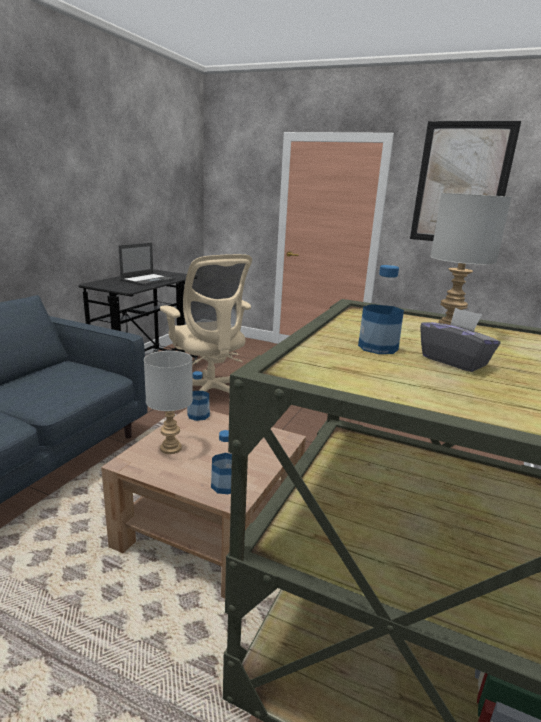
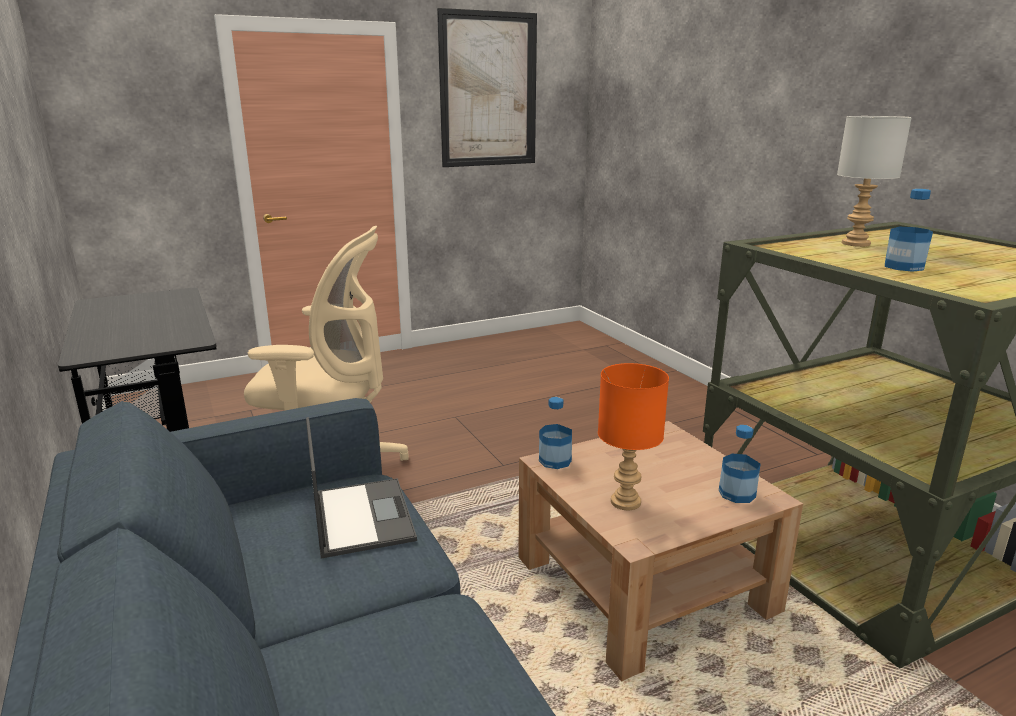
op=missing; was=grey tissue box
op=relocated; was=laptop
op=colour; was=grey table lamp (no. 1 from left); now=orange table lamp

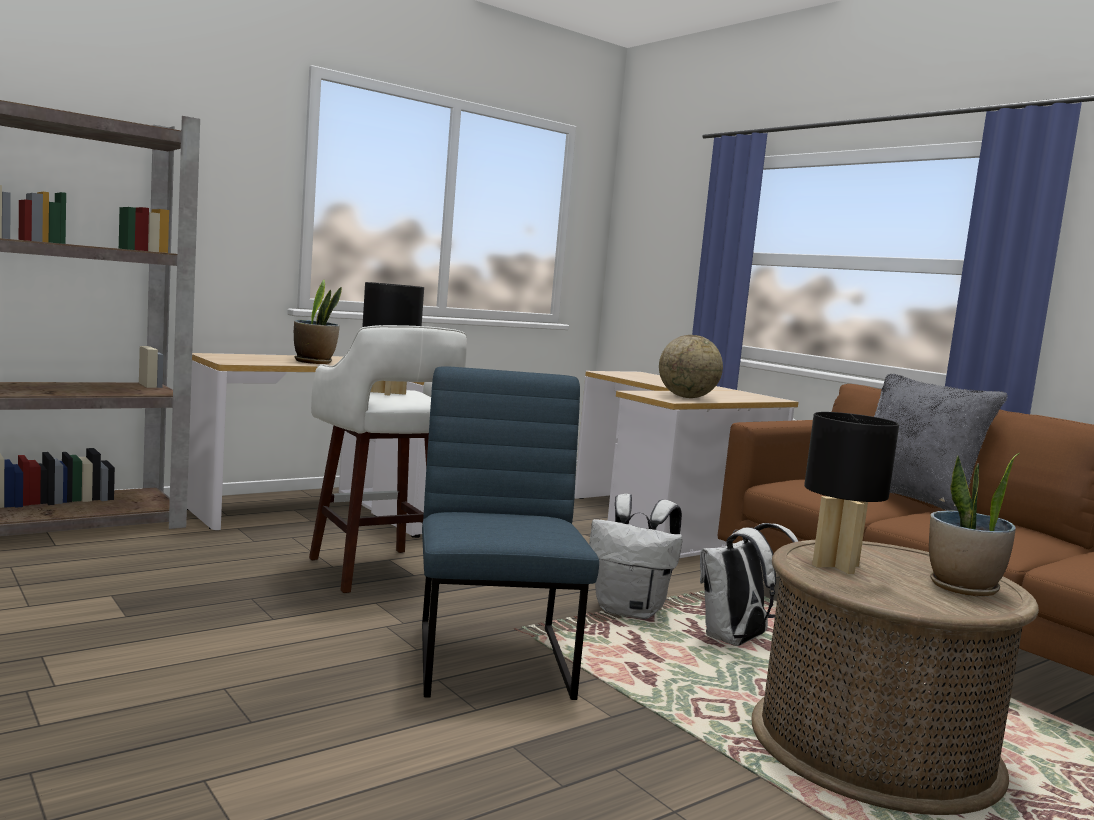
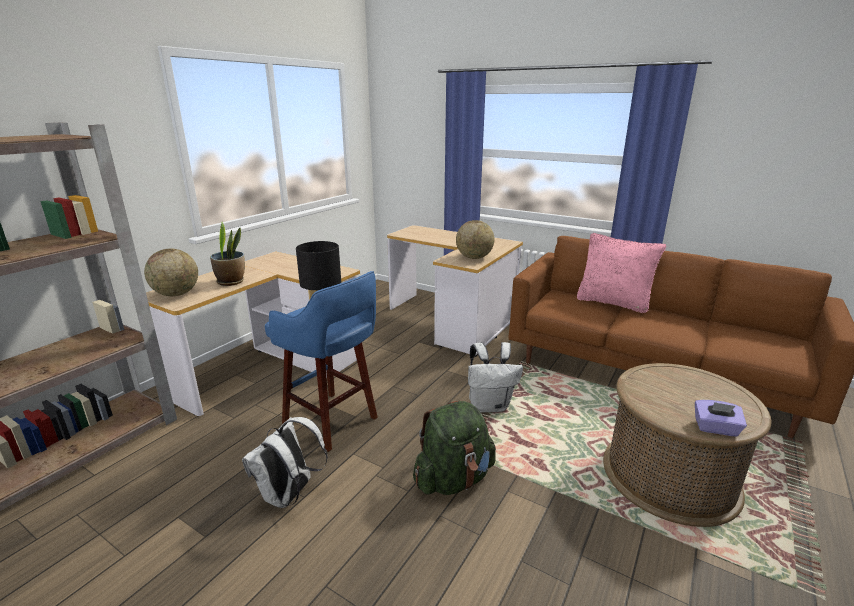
op=missing; was=black table lamp (no. 2 from left)
op=missing; was=potted plant (no. 2 from left)
op=appeared; now=globe (no. 1 from left)
op=appeared; now=purple tissue box
op=relocated; was=white backpack (no. 2 from left in the first image); now=white backpack (no. 1 from left)
op=exchanged; was=blue chair; now=green backpack
op=colour; was=white stool; now=blue stool
op=colour; was=grey pillow; now=pink pillow

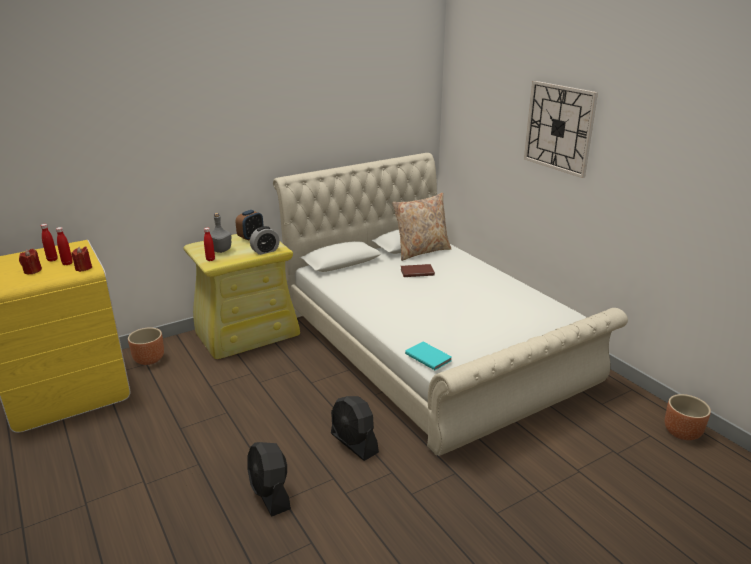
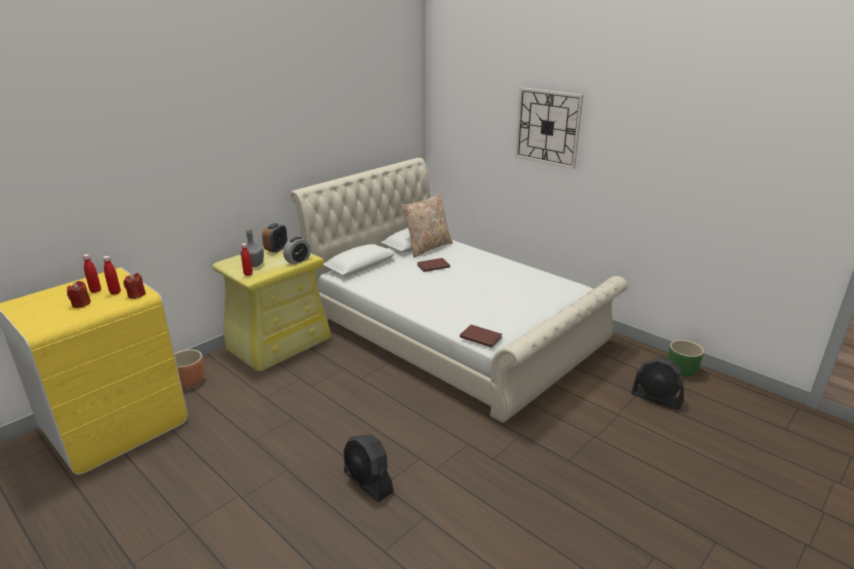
op=relocated; was=black fan (no. 2 from left)
op=colour; was=turquoise book; now=brown book (no. 2 from left)
op=colour; was=brown planter (no. 2 from left); now=green planter

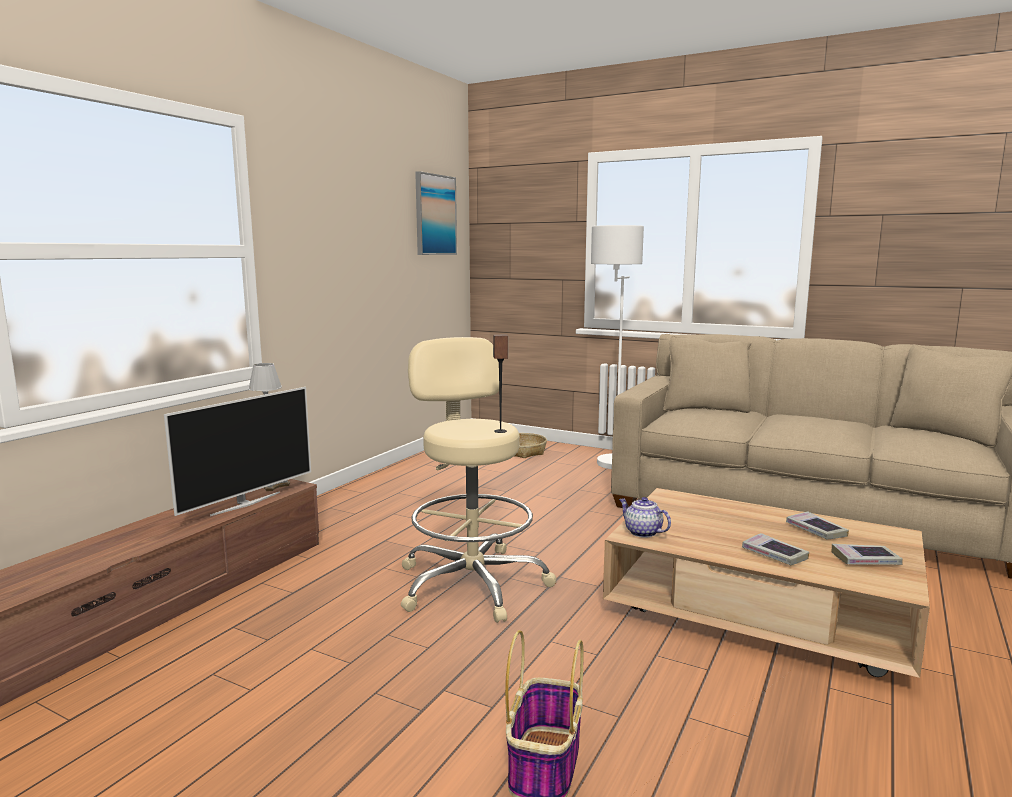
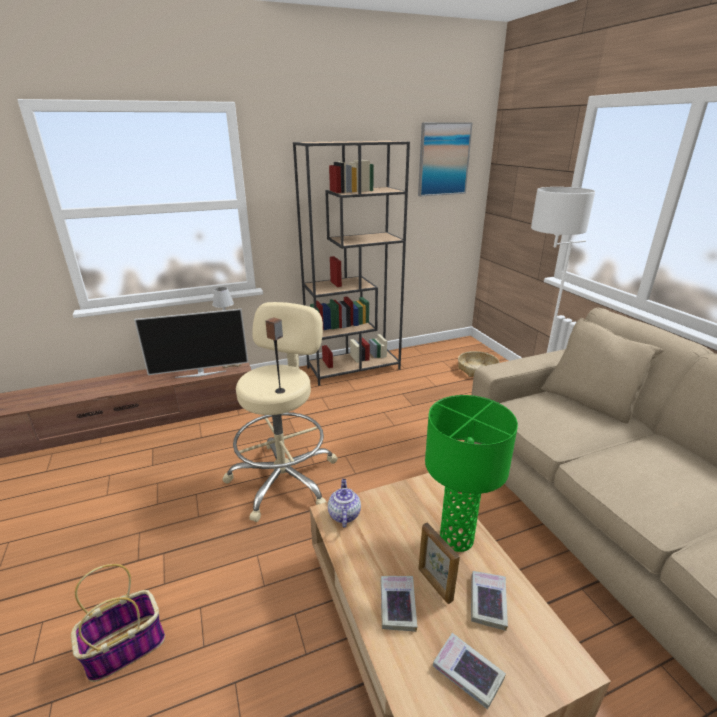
op=appeared; now=bookcase
op=appeared; now=picture frame
op=appeared; now=green table lamp

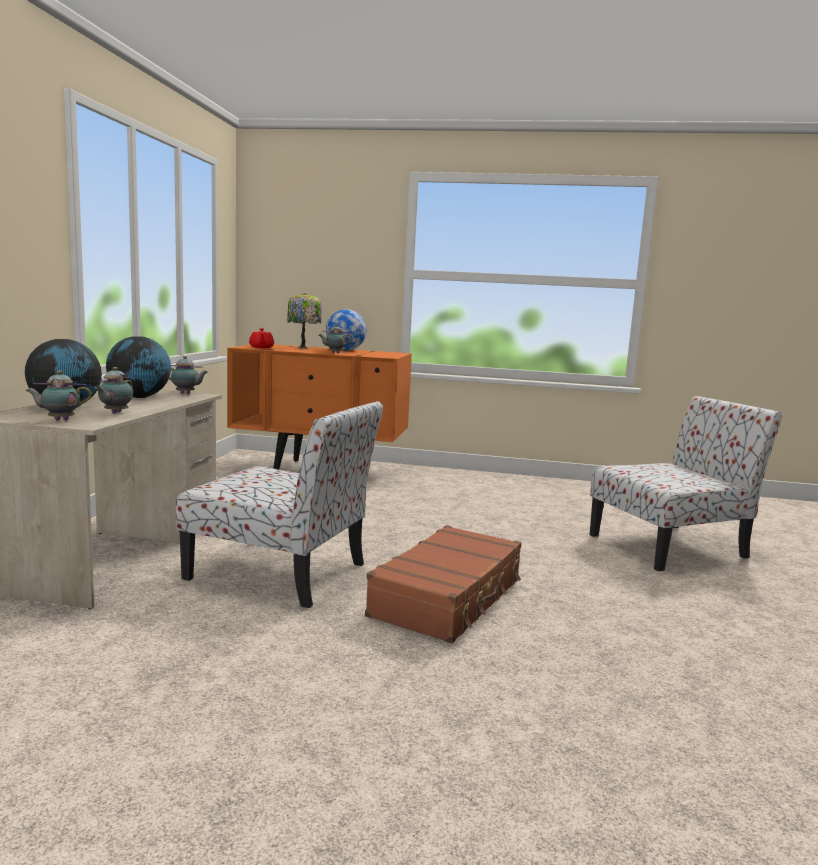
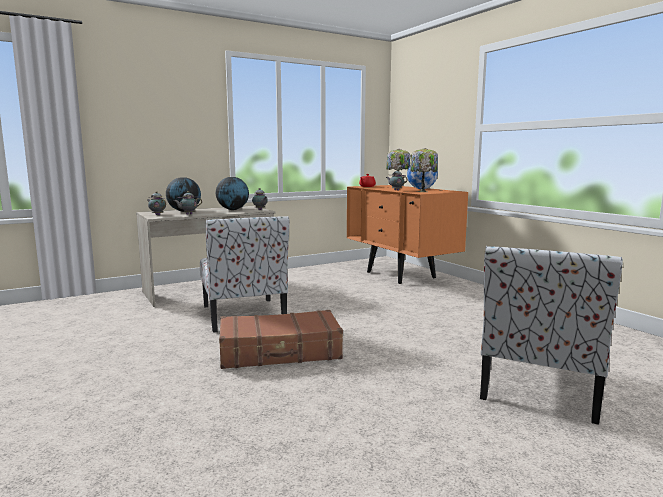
op=appeared; now=table lamp (no. 2 from left)
op=spun; was=chair (no. 2 from left); clockwise=90

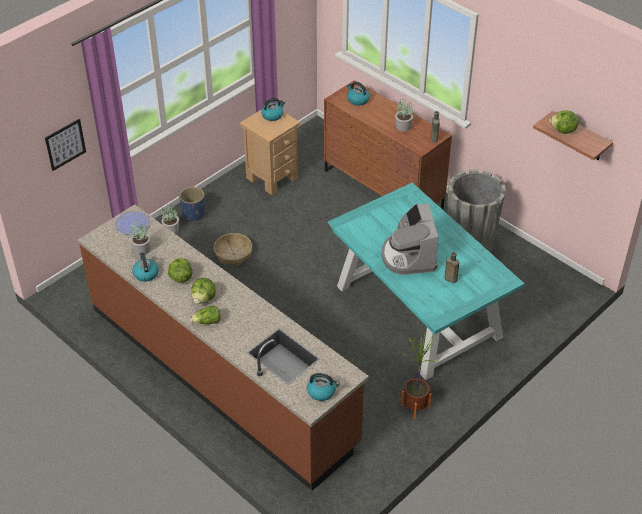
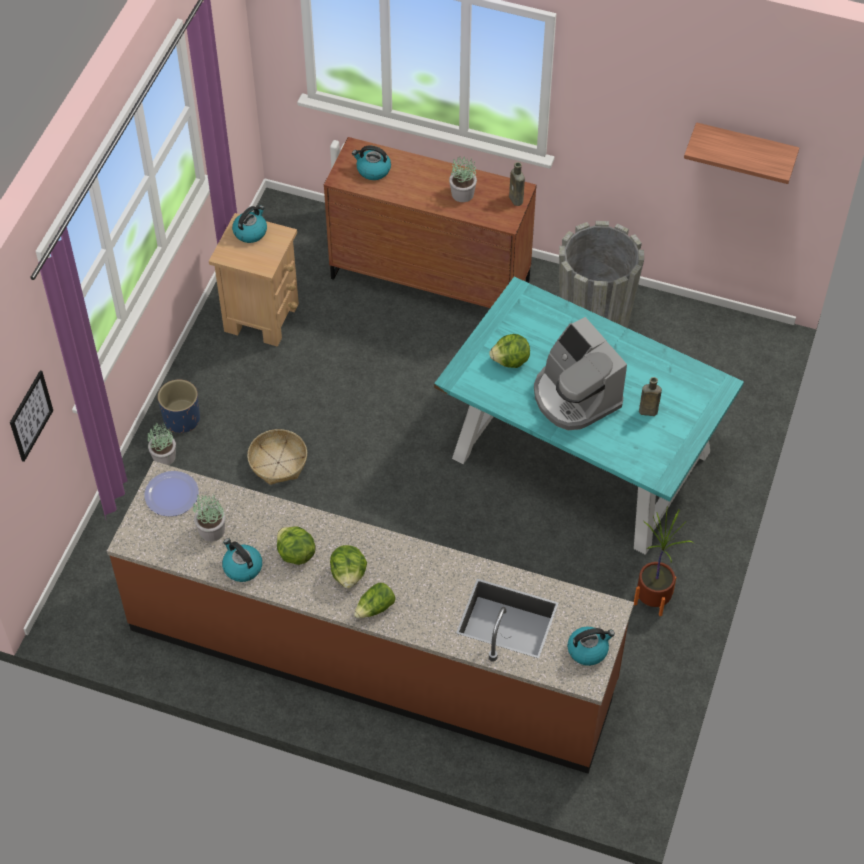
op=relocated; was=lettuce (no. 4 from left)

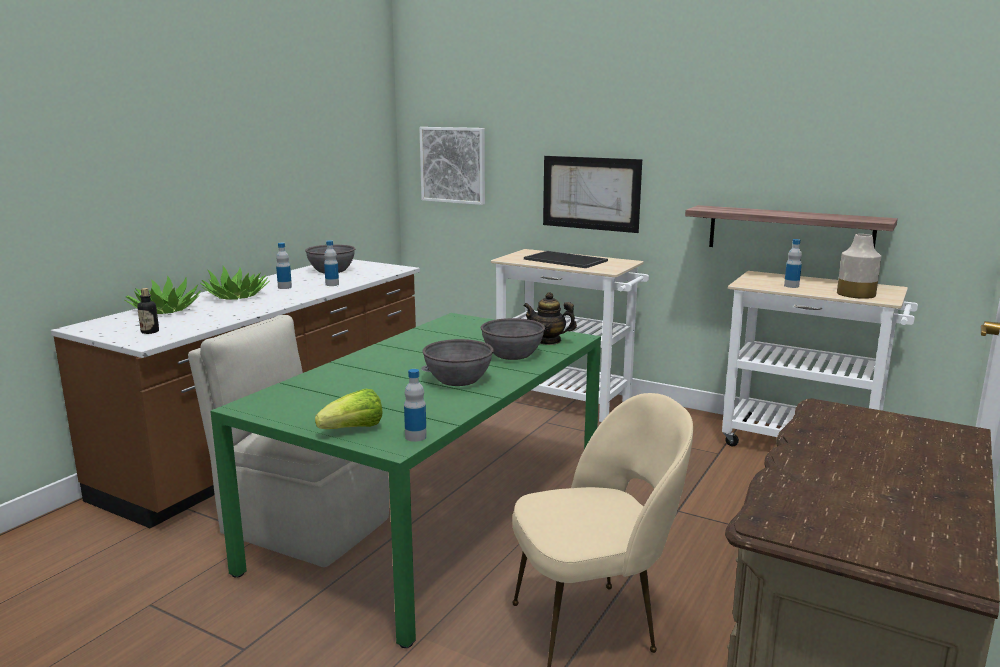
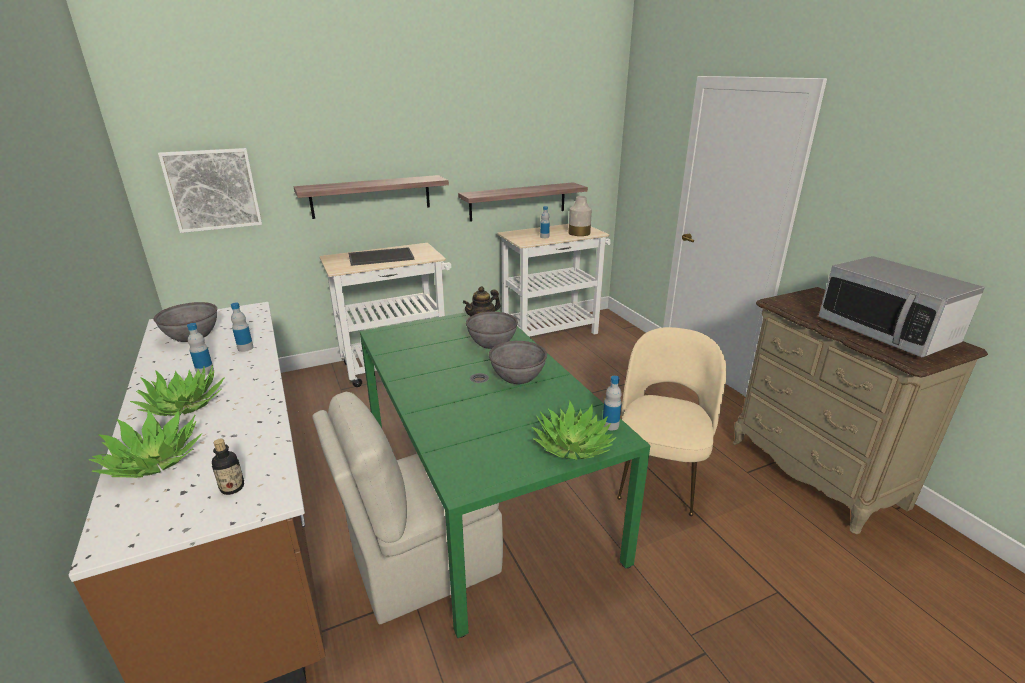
op=appeared; now=microwave
op=exchanged; was=lettuce; now=potted plant (no. 3 from left)
op=exchanged; was=picture (no. 2 from left); now=shelf (no. 1 from left)

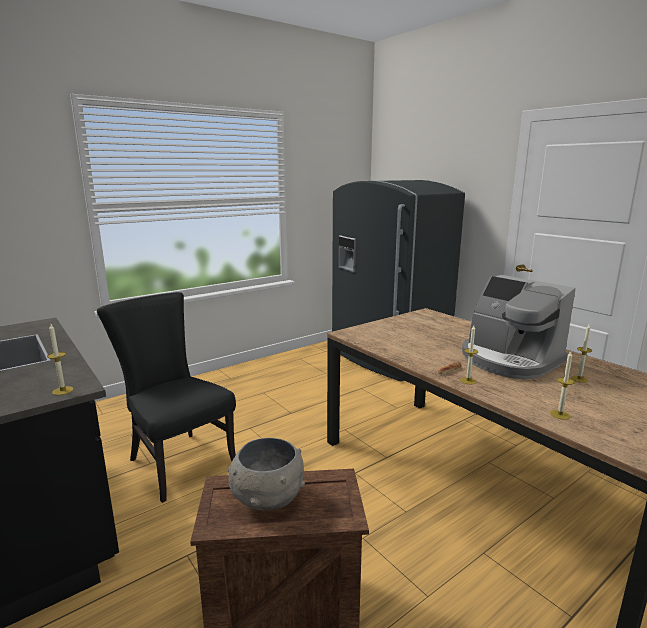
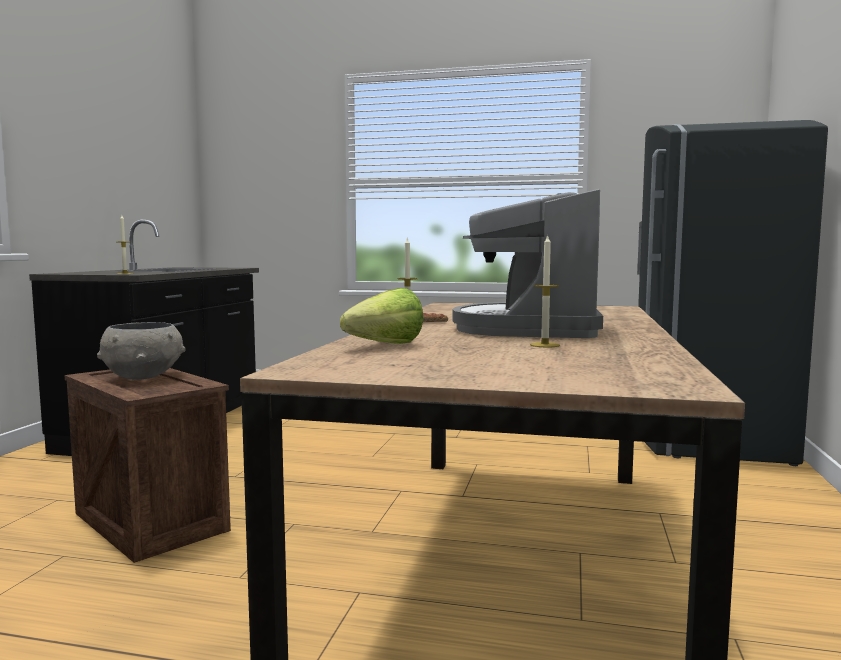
op=missing; was=black chair
op=exchanged; was=candle (no. 3 from left); now=lettuce

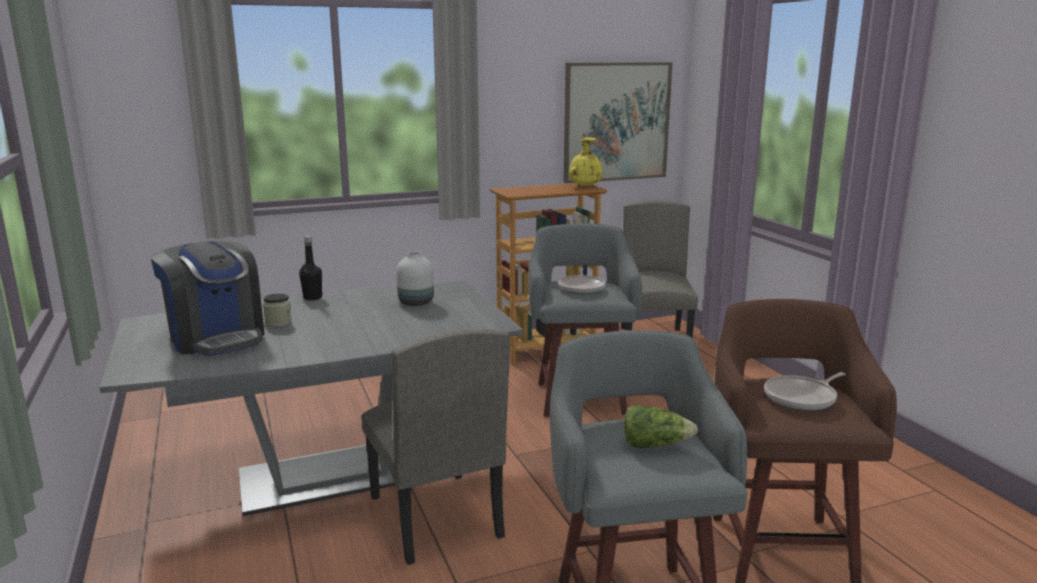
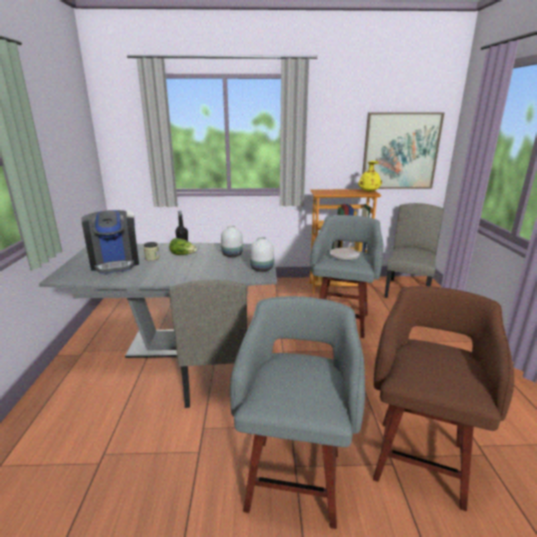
op=missing; was=frying pan (no. 2 from left)
op=appeared; now=white vase (no. 2 from left)
op=relocated; was=lettuce

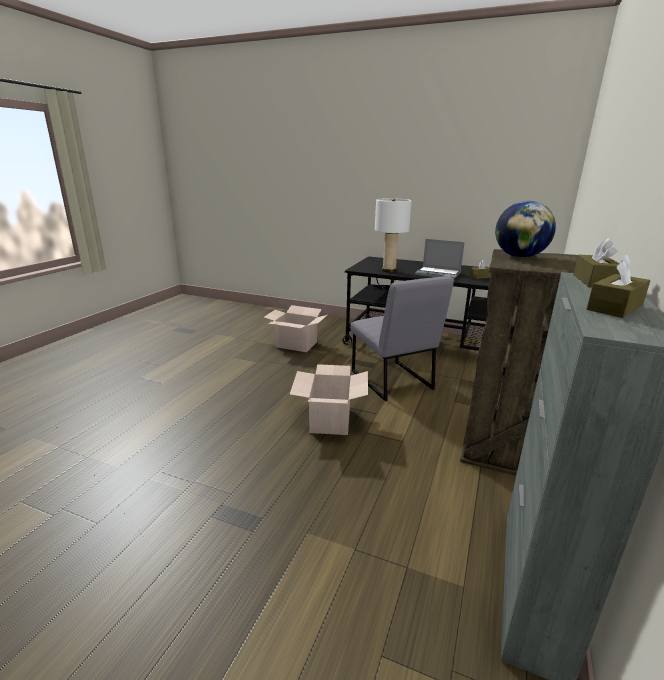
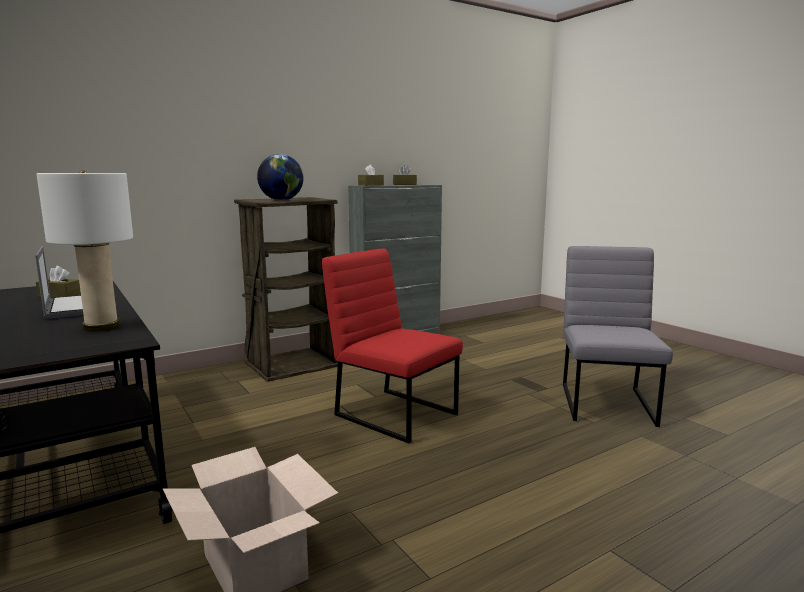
op=relocated; was=grey chair
op=exchanged; was=cardboard box (no. 2 from left); now=red chair

